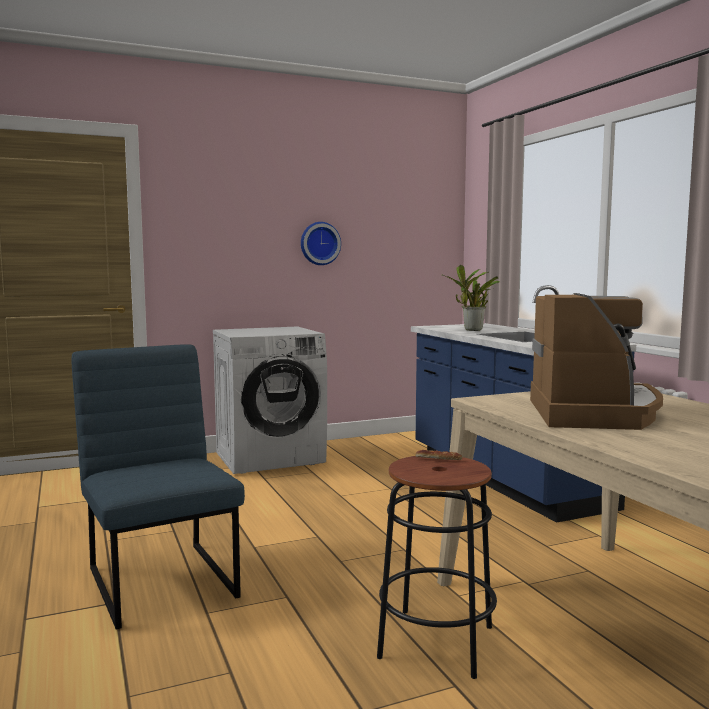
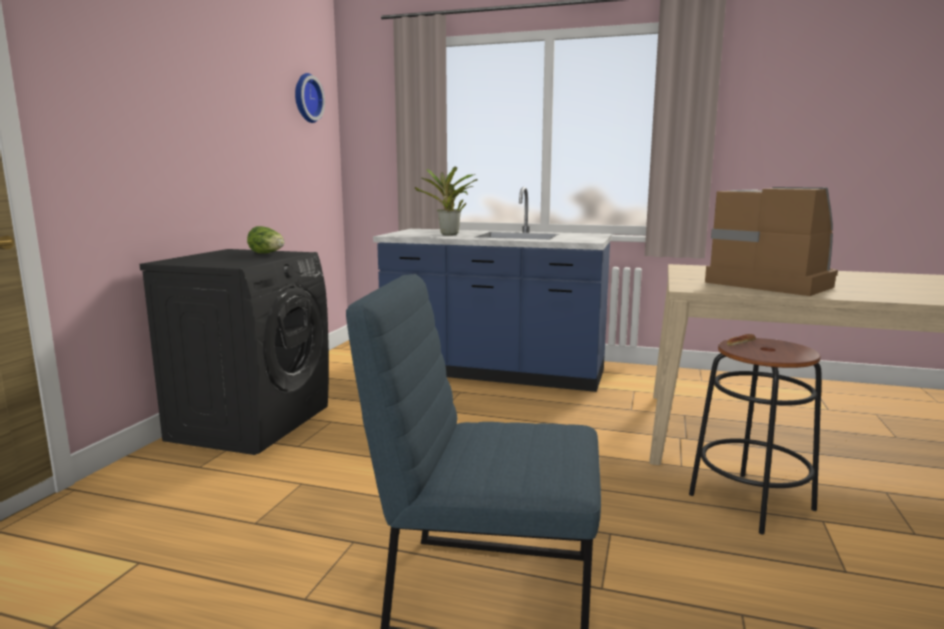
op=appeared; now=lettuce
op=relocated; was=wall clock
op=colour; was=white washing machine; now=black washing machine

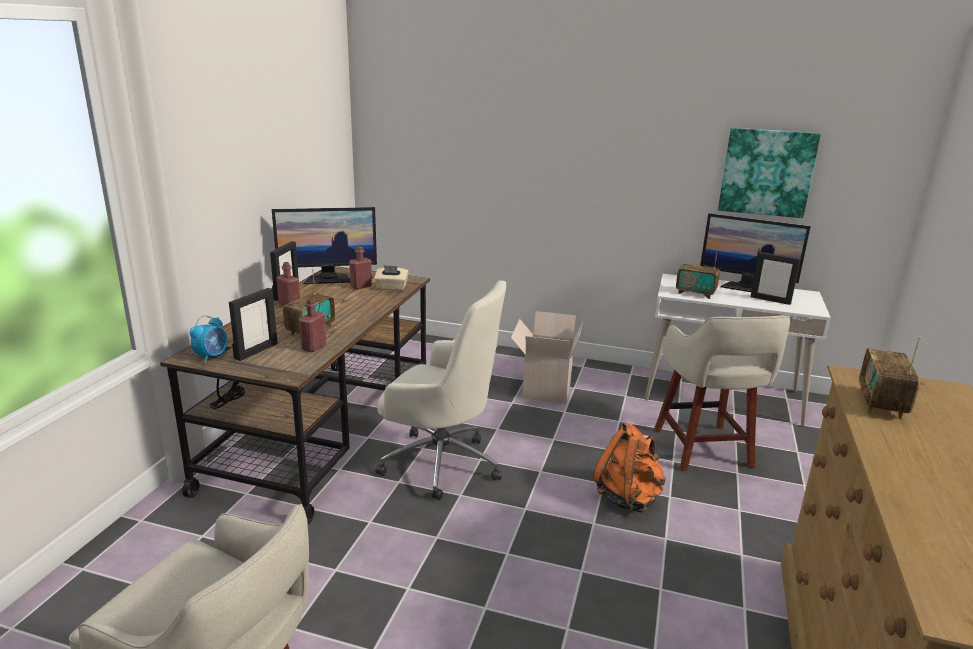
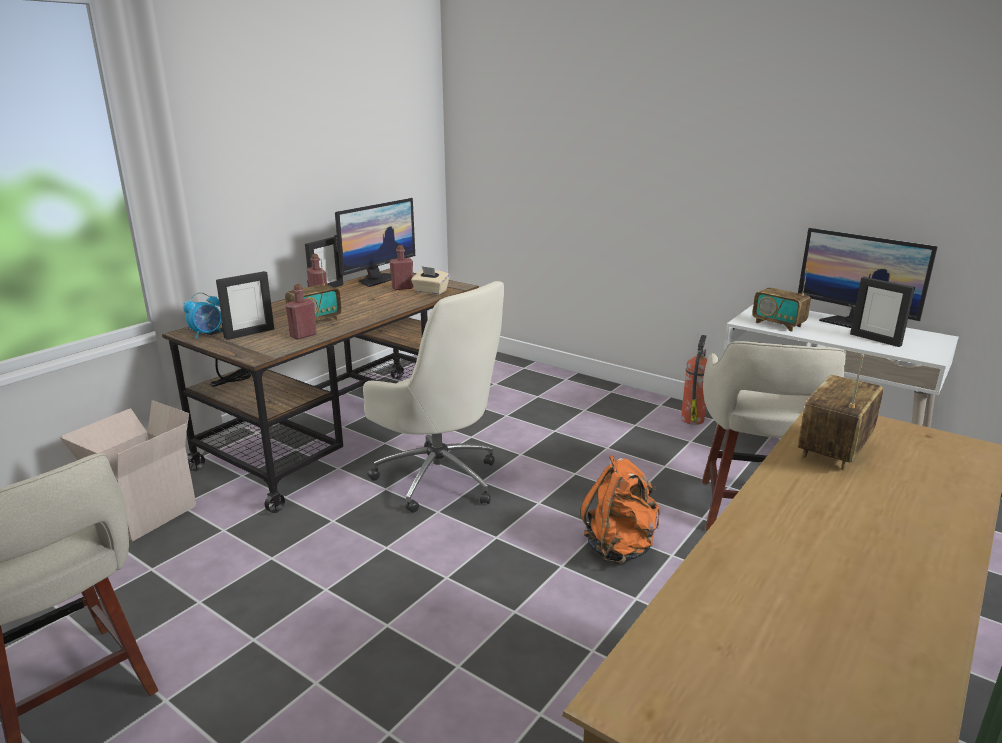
op=missing; was=picture
op=appeared; now=fire extinguisher
op=relocated; was=cardboard box
op=spun; was=monitor (no. 1 from left); clockwise=-60

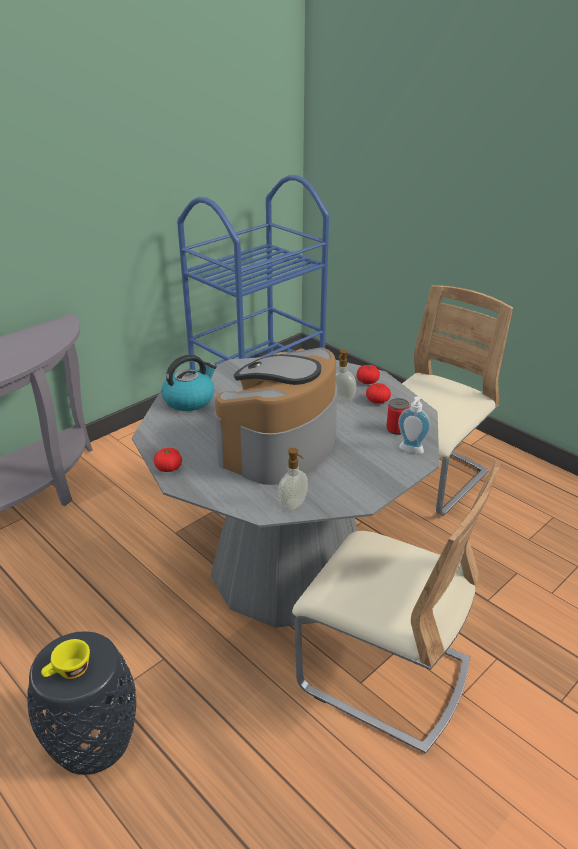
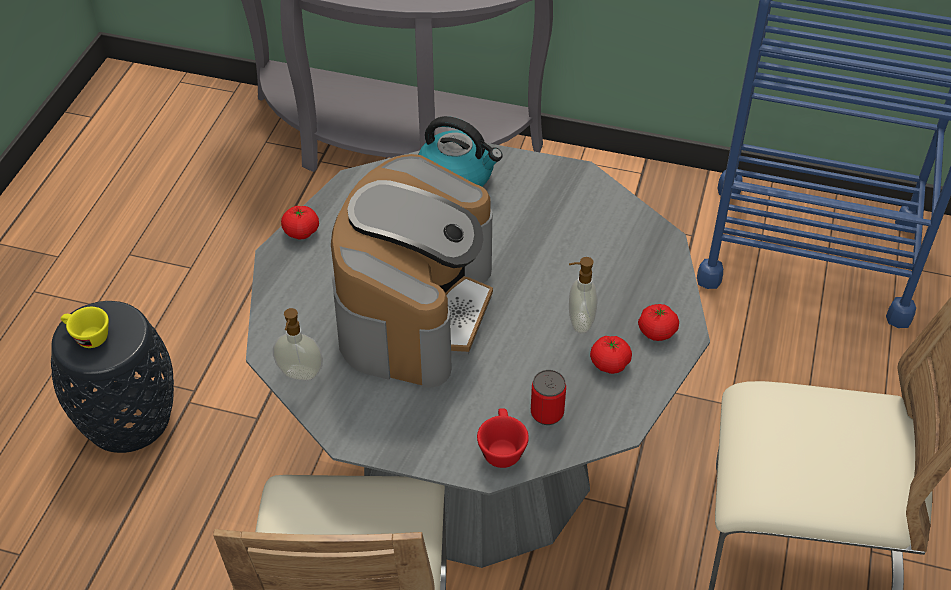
op=exchanged; was=soap dispenser (no. 3 from left); now=red cup
op=spun; was=coffee machine; clockwise=105

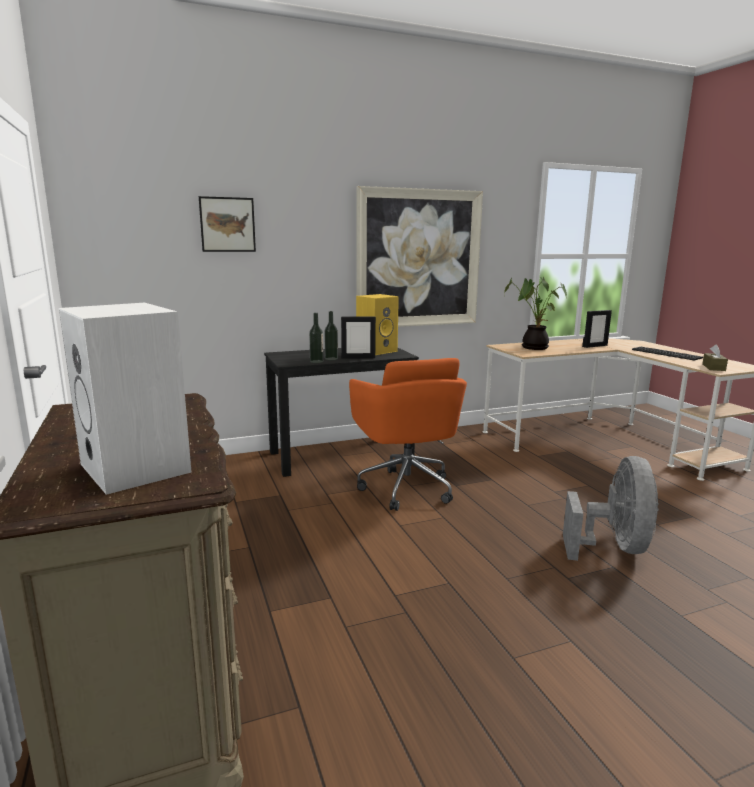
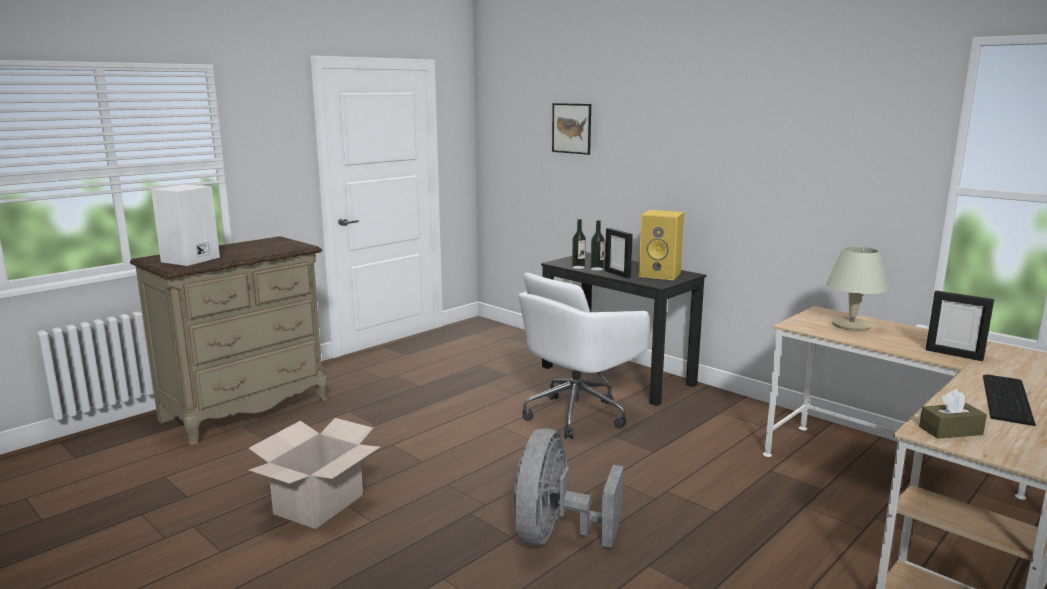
op=missing; was=picture (no. 2 from left)
op=appeared; now=cardboard box
op=exchanged; was=potted plant; now=beige table lamp
op=colour; was=orange office chair; now=white office chair
op=spun; was=grey fan; clockwise=120

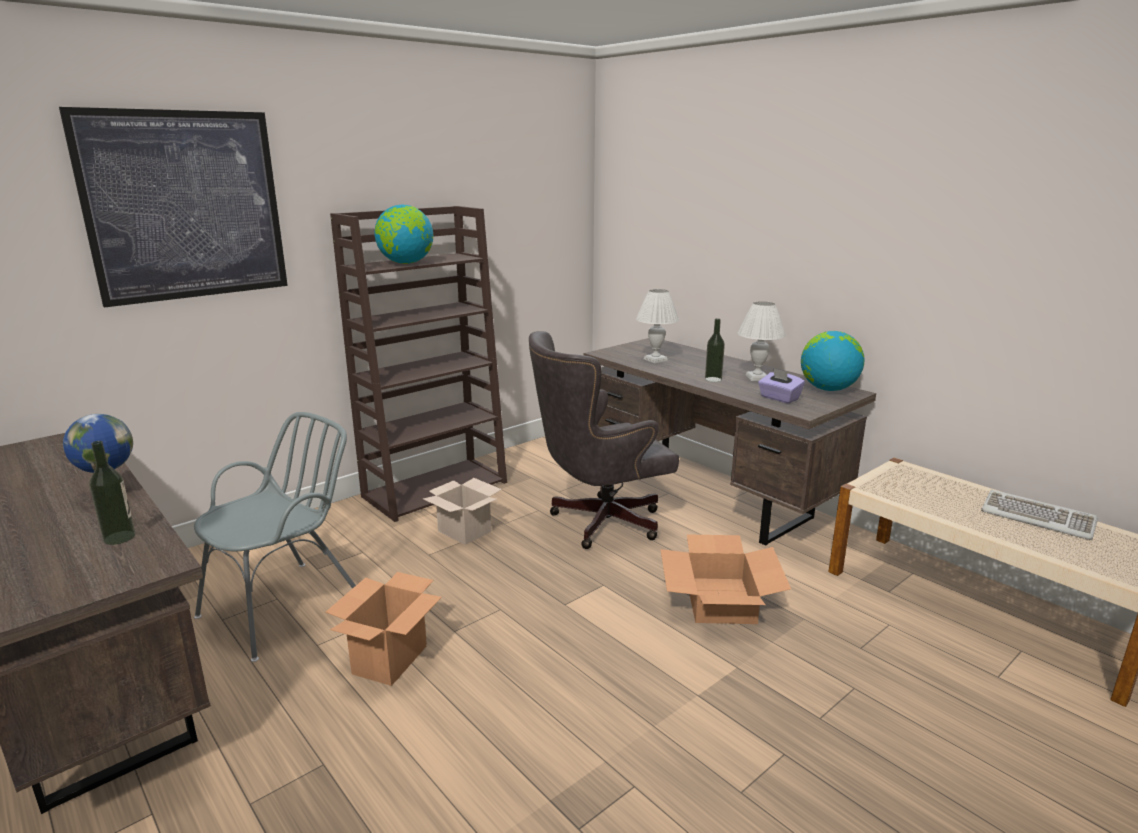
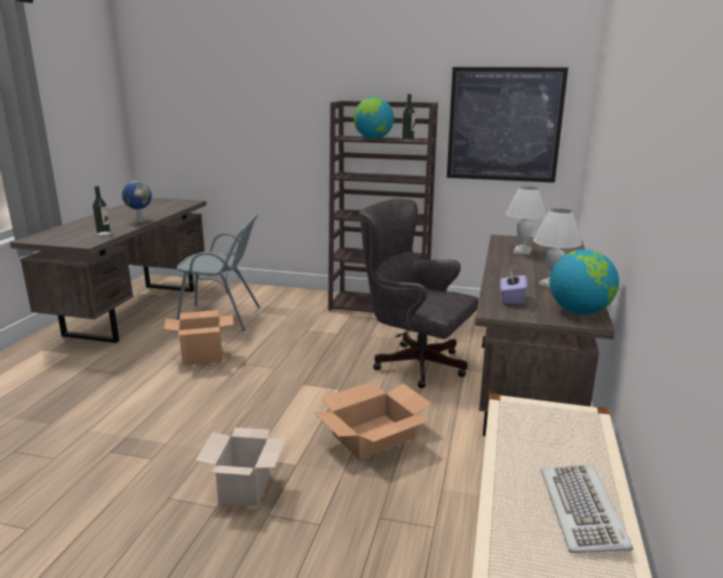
op=relocated; was=picture
op=relocated; was=cardboard box (no. 2 from left)
op=relocated; was=bottle (no. 2 from left)

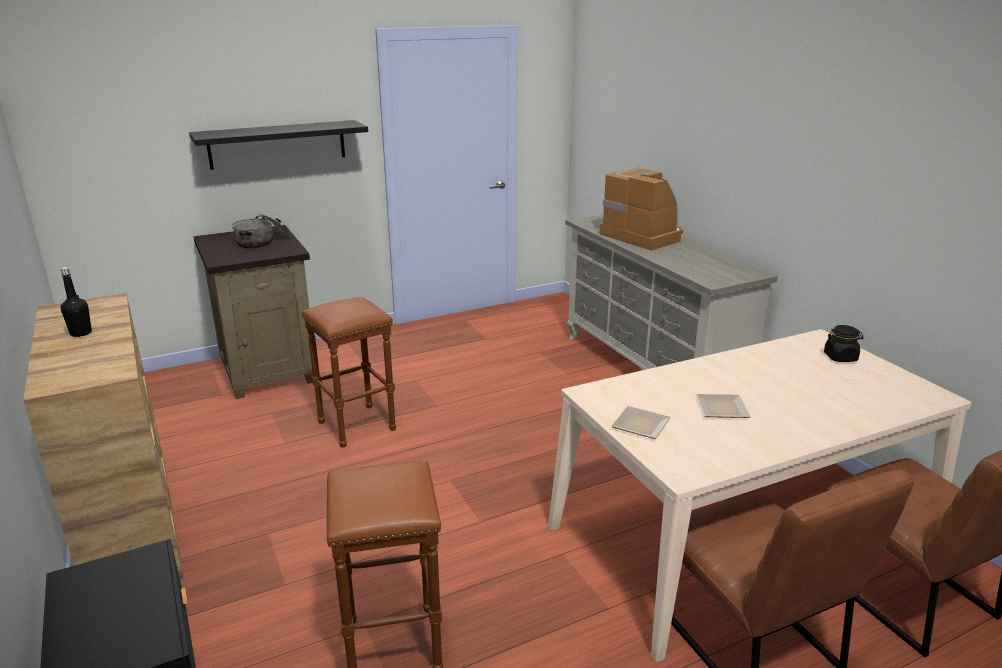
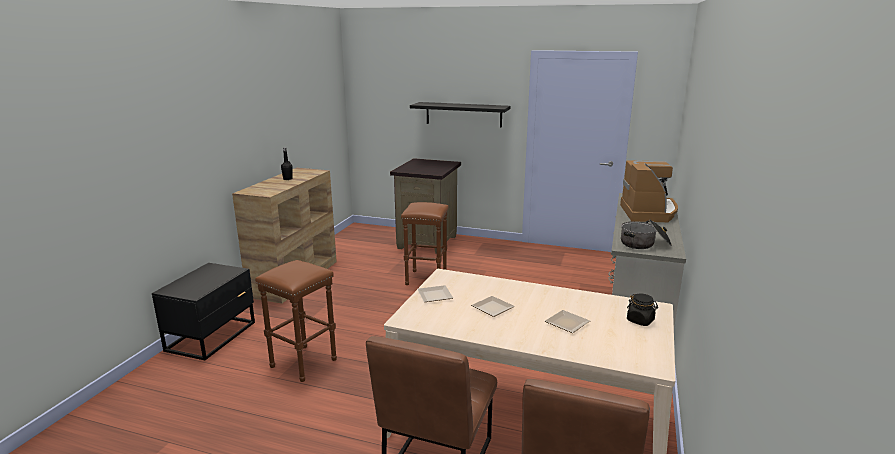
op=appeared; now=plate (no. 3 from left)
op=relocated; was=cooking pot

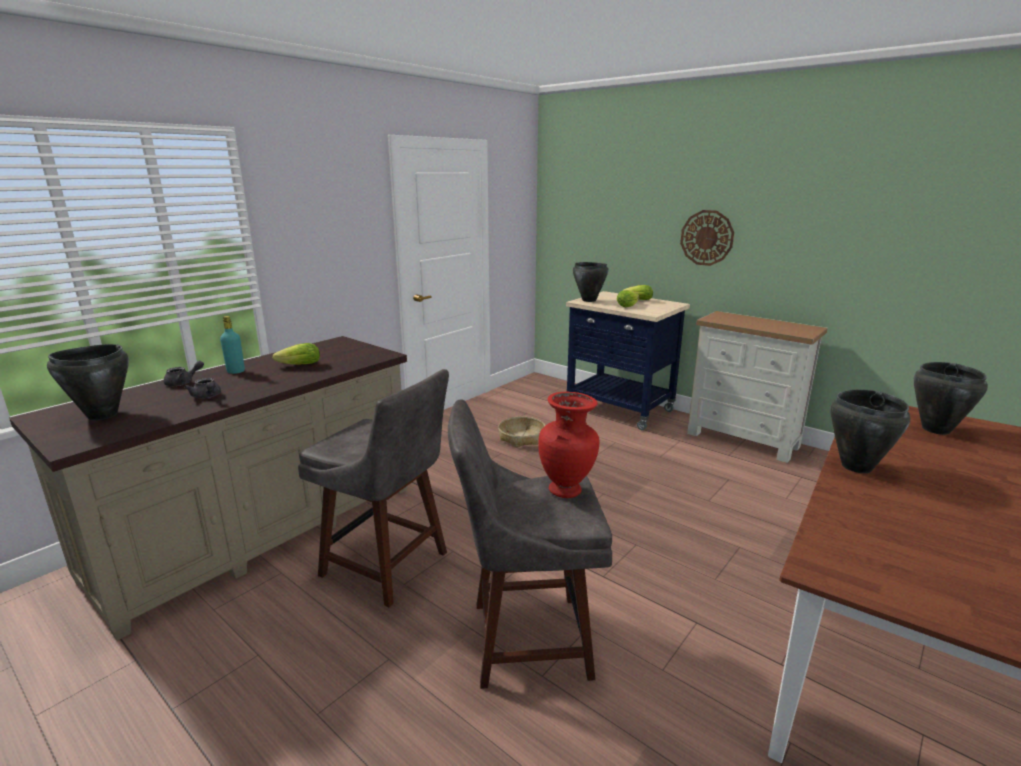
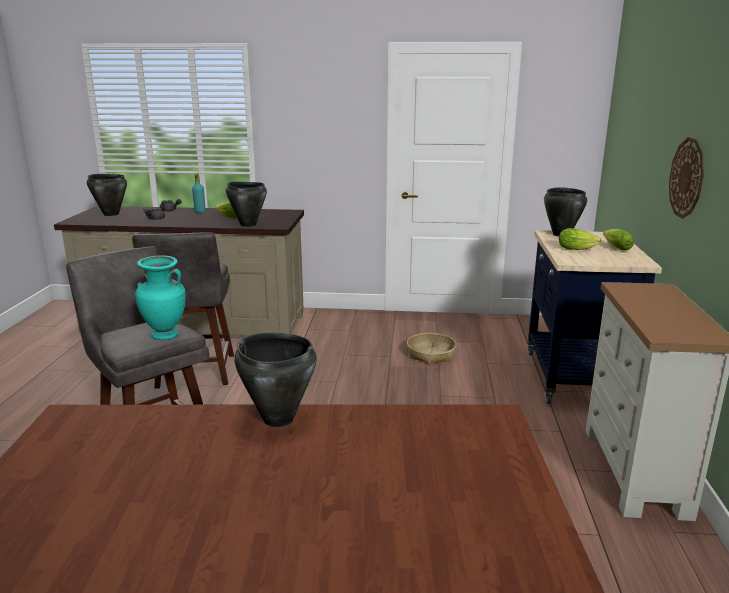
op=relocated; was=black cooking pot (no. 4 from left in the first image); now=black cooking pot (no. 2 from left)
op=colour; was=red vase; now=turquoise vase

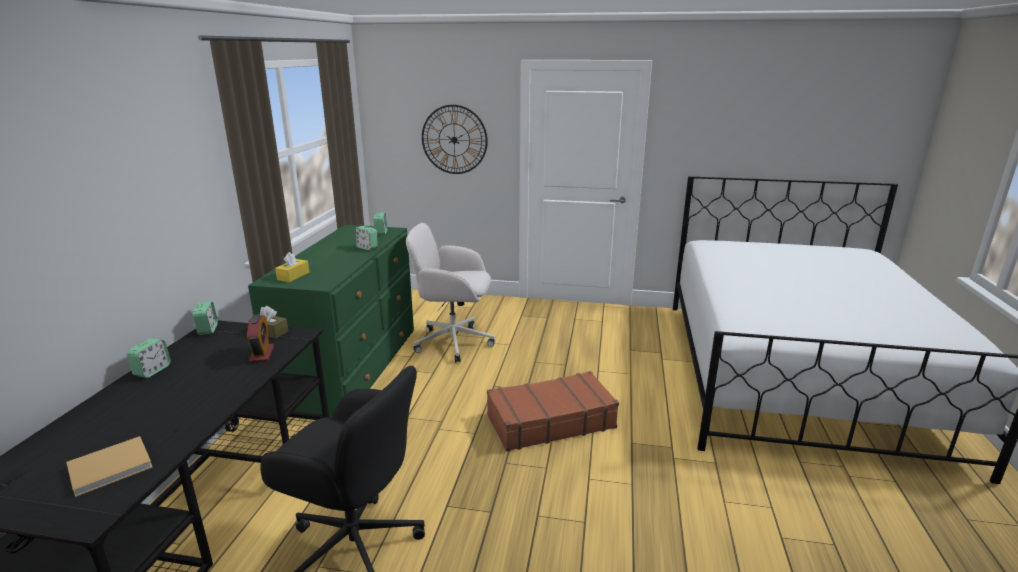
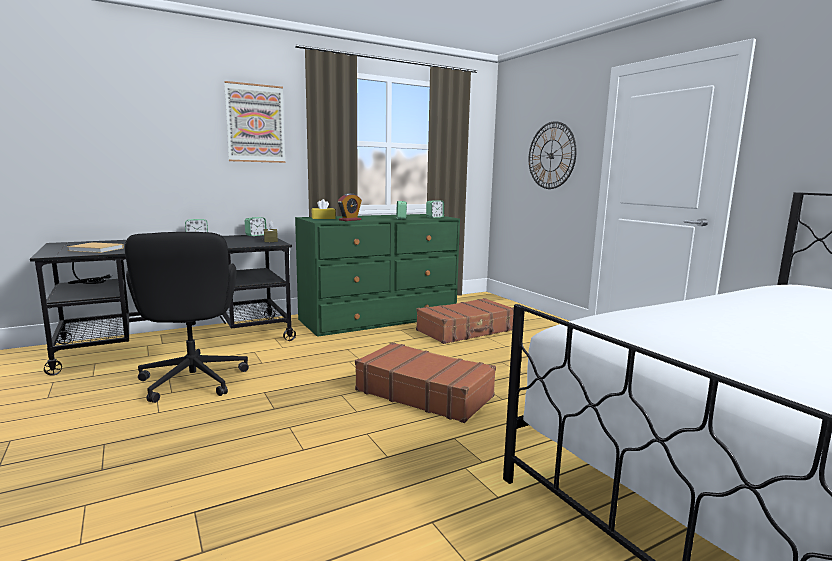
op=appeared; now=picture
op=relocated; was=alarm clock (no. 3 from left)
op=exchanged; was=white office chair; now=brown suitcase (no. 2 from left)

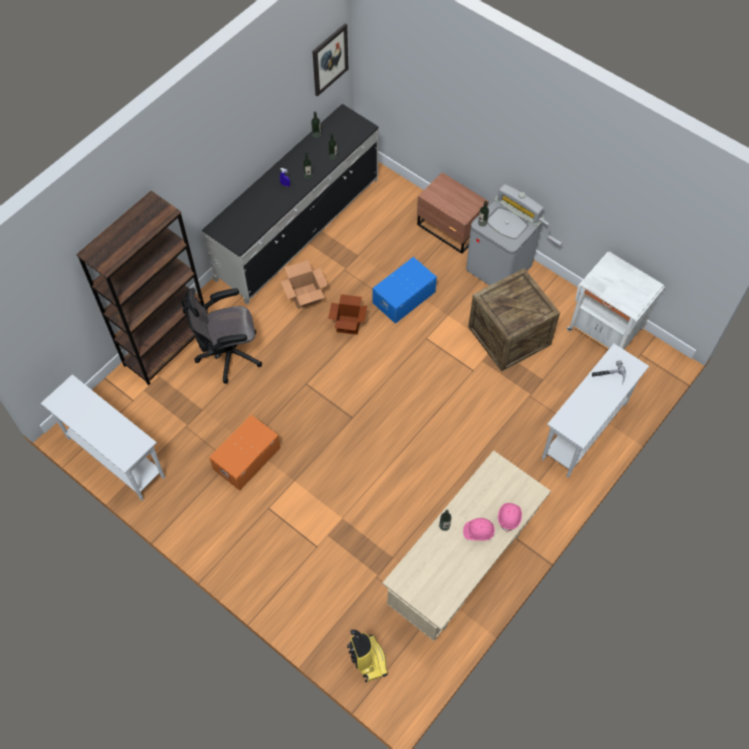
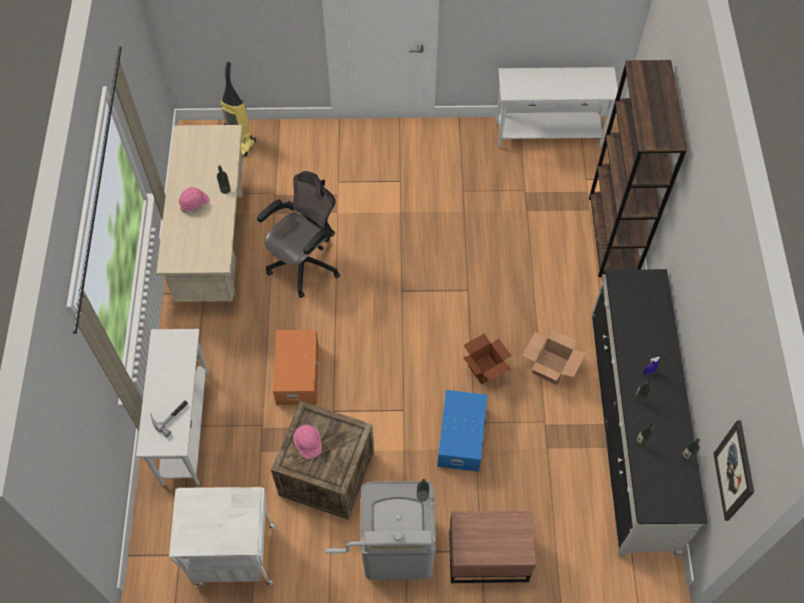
op=relocated; was=office chair
op=relocated; was=orange storage box
op=relocated; was=pink hard hat (no. 2 from left)

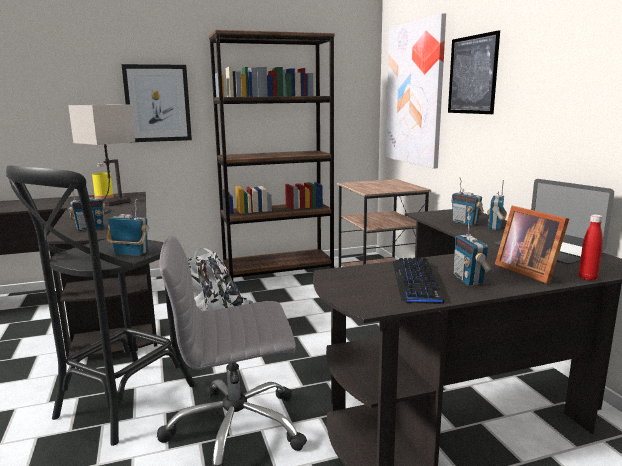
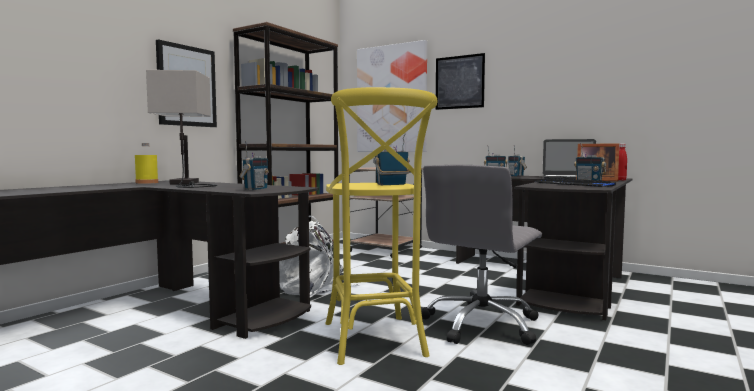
op=colour; was=black stool; now=yellow stool

